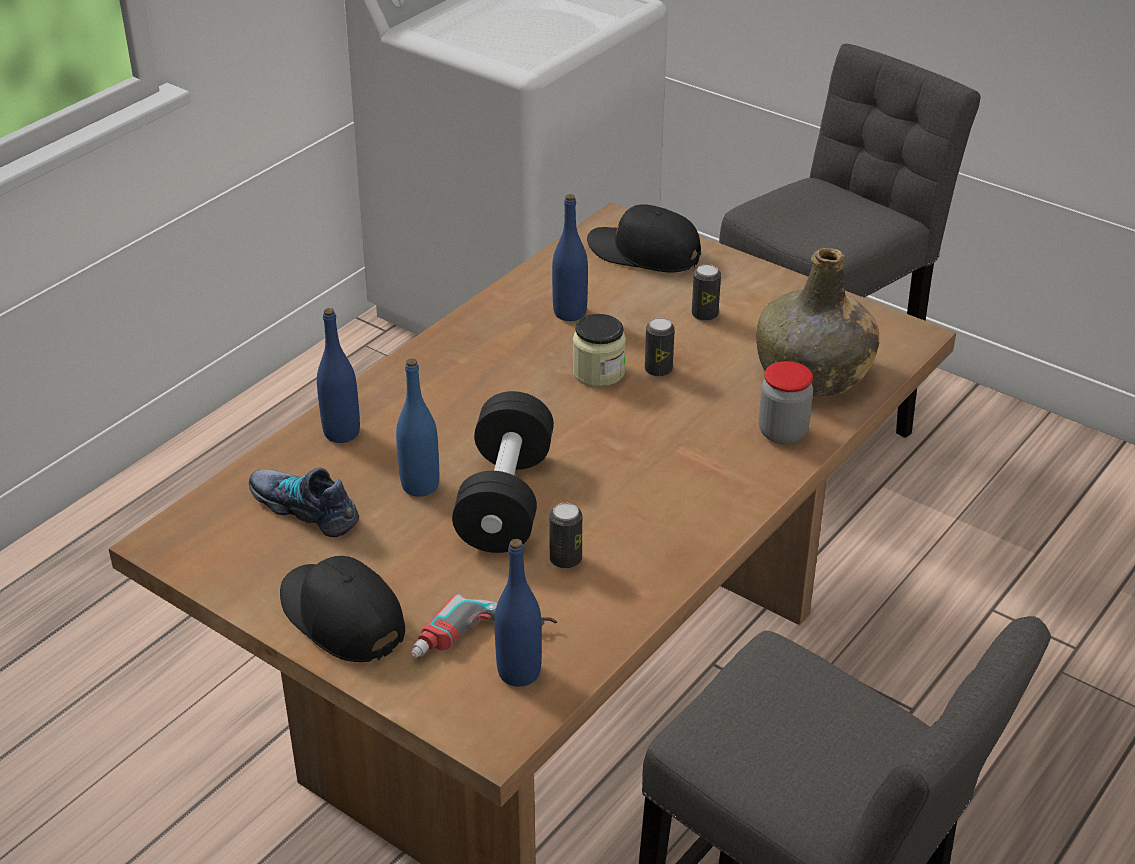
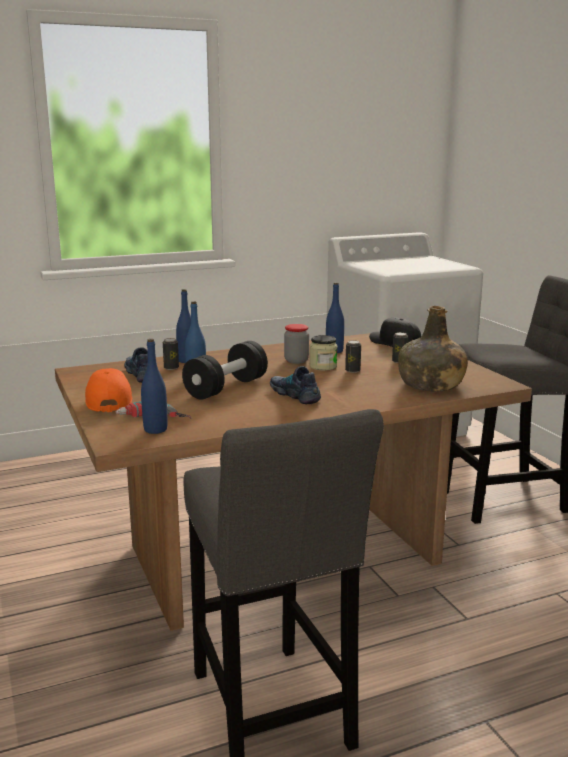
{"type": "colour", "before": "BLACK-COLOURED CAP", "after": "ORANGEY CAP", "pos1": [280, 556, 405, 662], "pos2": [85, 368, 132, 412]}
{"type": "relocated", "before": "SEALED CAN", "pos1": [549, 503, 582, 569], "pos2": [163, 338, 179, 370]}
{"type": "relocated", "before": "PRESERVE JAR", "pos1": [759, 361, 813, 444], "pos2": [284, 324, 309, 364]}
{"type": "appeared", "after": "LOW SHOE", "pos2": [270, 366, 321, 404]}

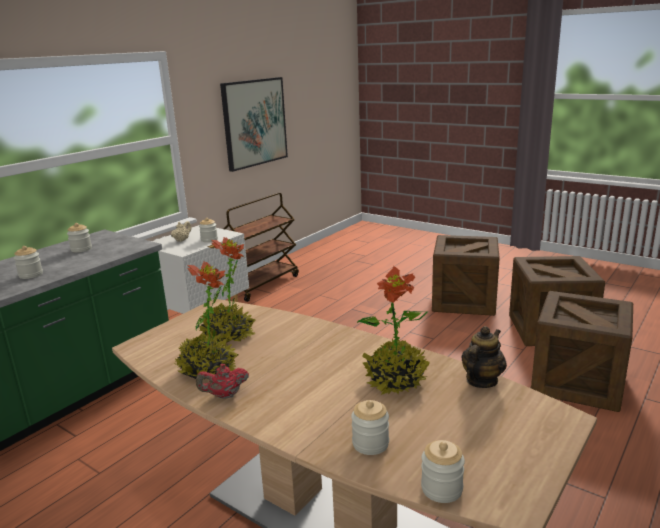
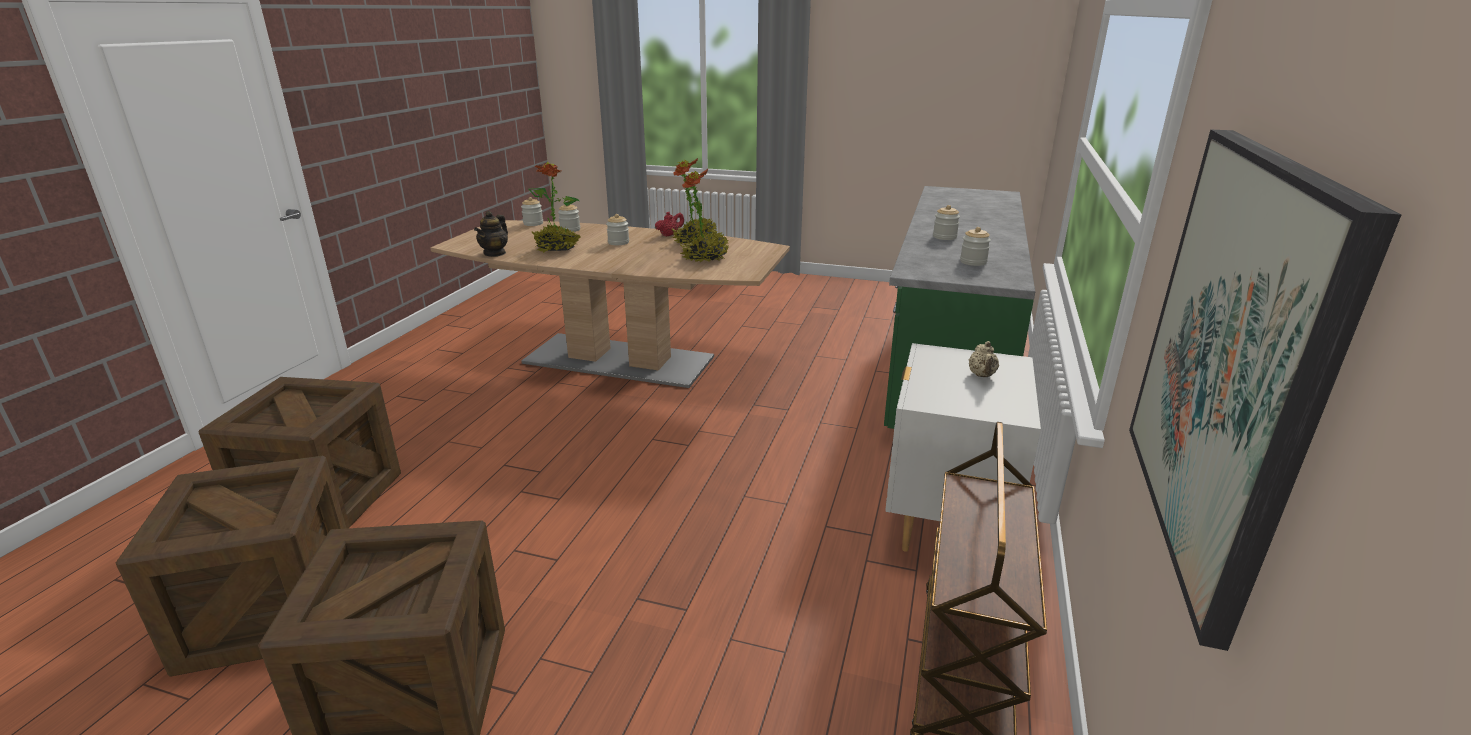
{"type": "relocated", "before": "PRESERVE JAR", "pos1": [199, 218, 218, 242], "pos2": [606, 214, 629, 245]}

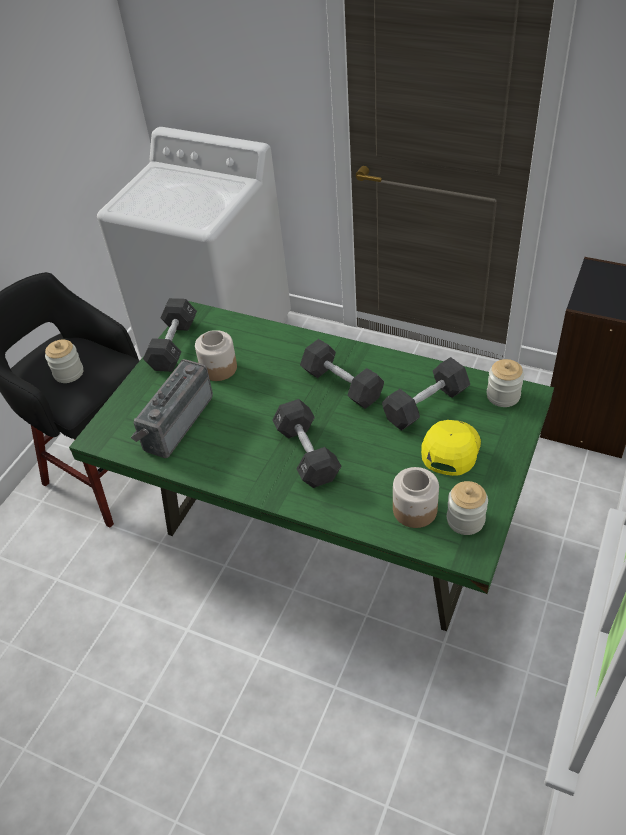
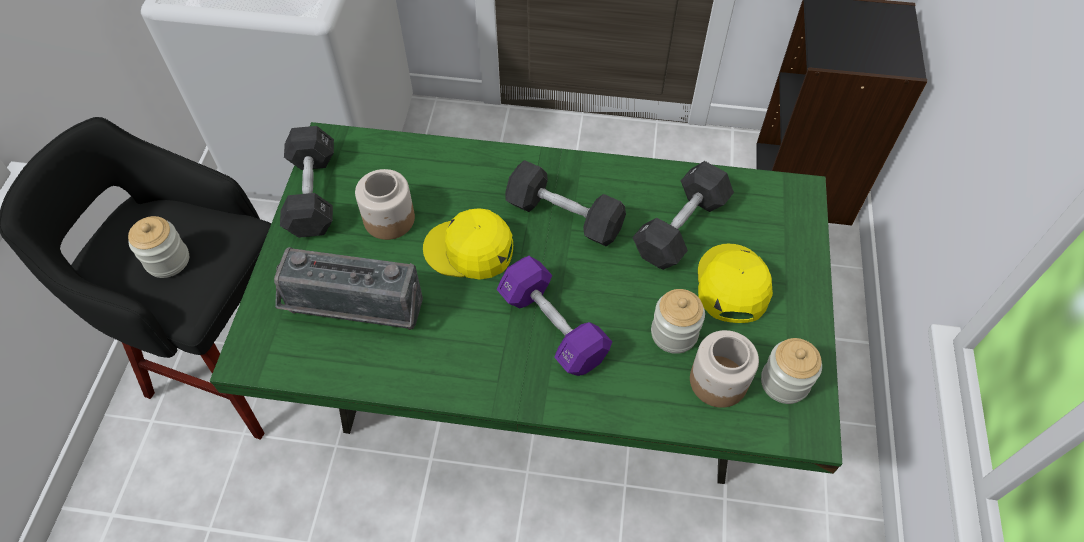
{"type": "spun", "before": "RADIO", "pos1": [131, 359, 213, 458], "pos2": [274, 247, 423, 330], "turn": -90}
{"type": "colour", "before": "BLACK-COLOURED DUMBBELL", "after": "PURPLE DUMBBELL", "pos1": [273, 399, 341, 488], "pos2": [496, 256, 612, 376]}
{"type": "relocated", "before": "PRESERVE JAR", "pos1": [487, 359, 524, 407], "pos2": [651, 289, 705, 354]}
{"type": "appeared", "after": "YELLOWISH CAP", "pos2": [423, 208, 513, 279]}

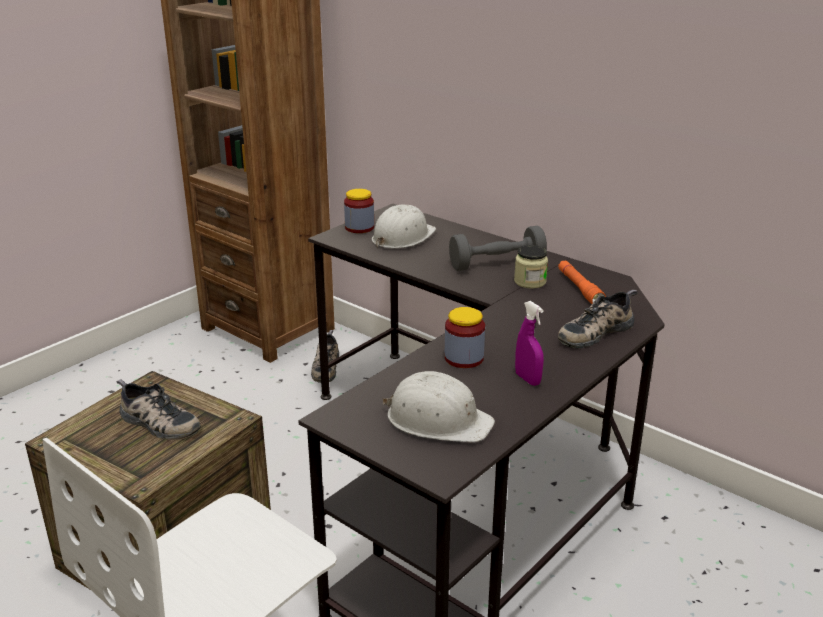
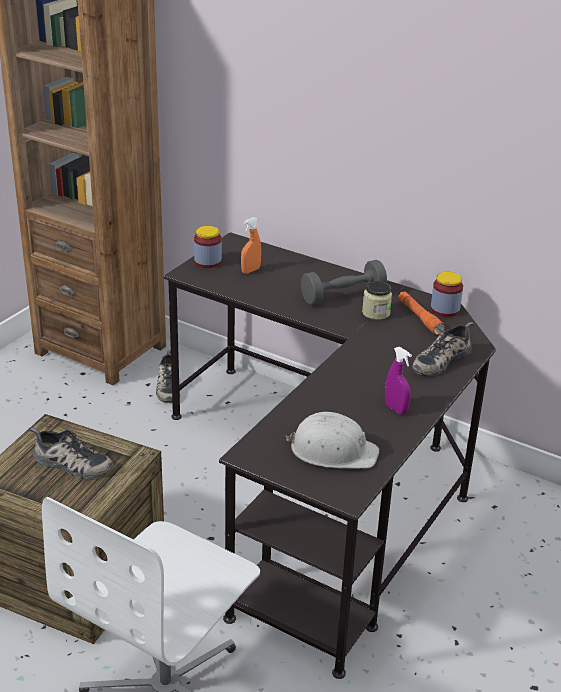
{"type": "exchanged", "before": "WHITISH WORK HELMET", "after": "ORANGEY SPRAYER", "pos1": [372, 204, 436, 249], "pos2": [241, 217, 261, 274]}
{"type": "relocated", "before": "PRESERVE JAR", "pos1": [445, 307, 485, 368], "pos2": [431, 272, 463, 317]}

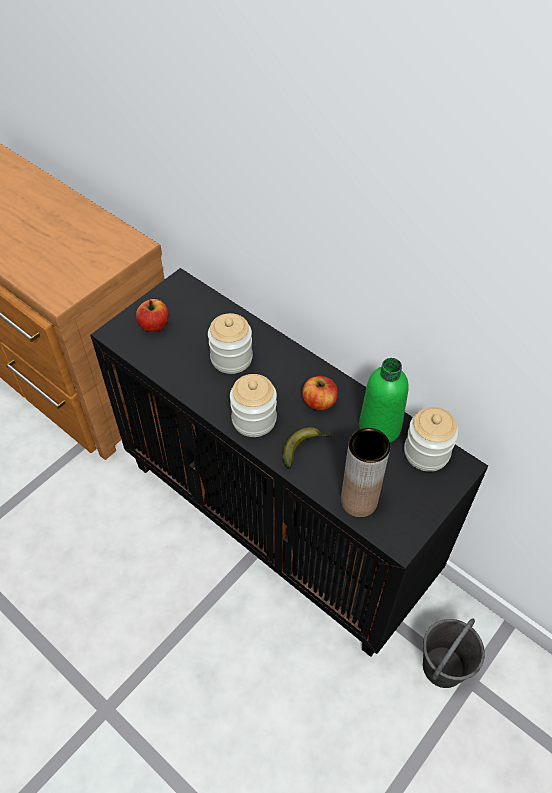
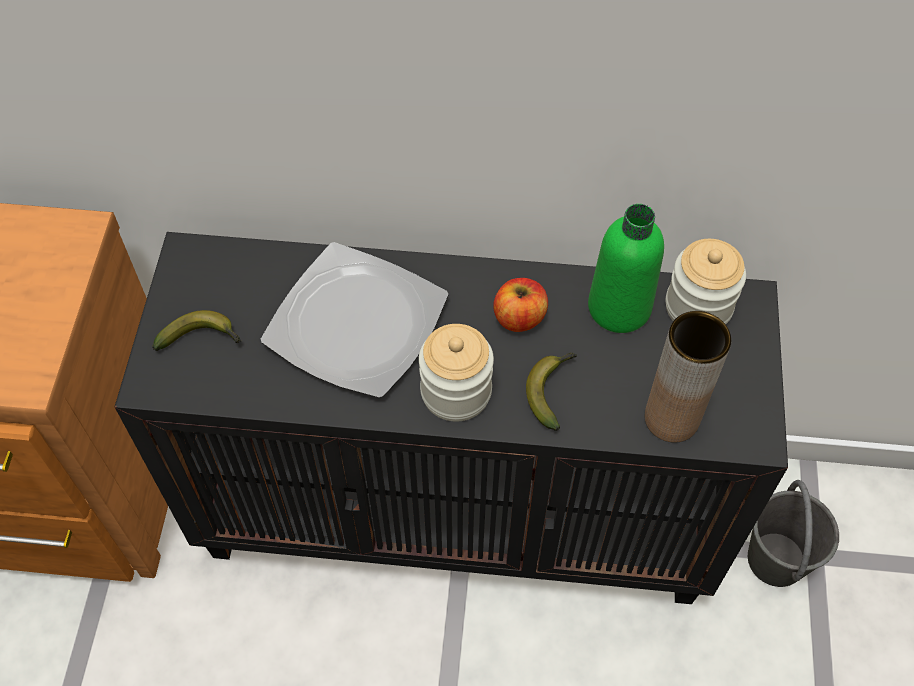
{"type": "exchanged", "before": "WHOLE APPLE", "after": "WHOLE BANANA", "pos1": [136, 299, 169, 332], "pos2": [152, 310, 241, 351]}
{"type": "exchanged", "before": "PRESERVE JAR", "after": "DINNER PLATE", "pos1": [208, 313, 253, 374], "pos2": [261, 242, 449, 398]}

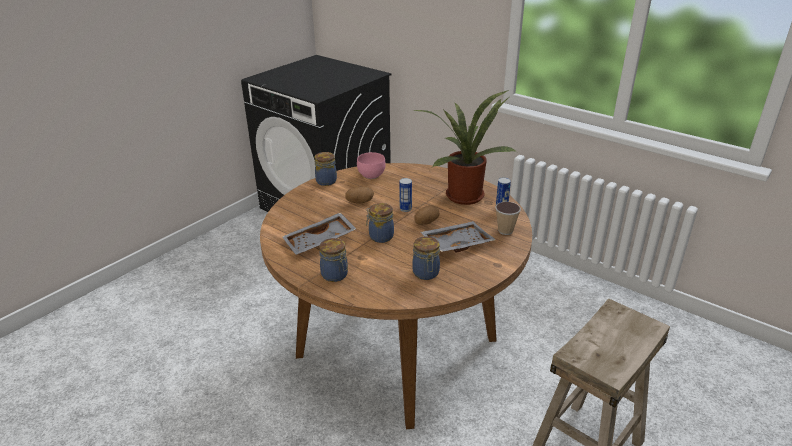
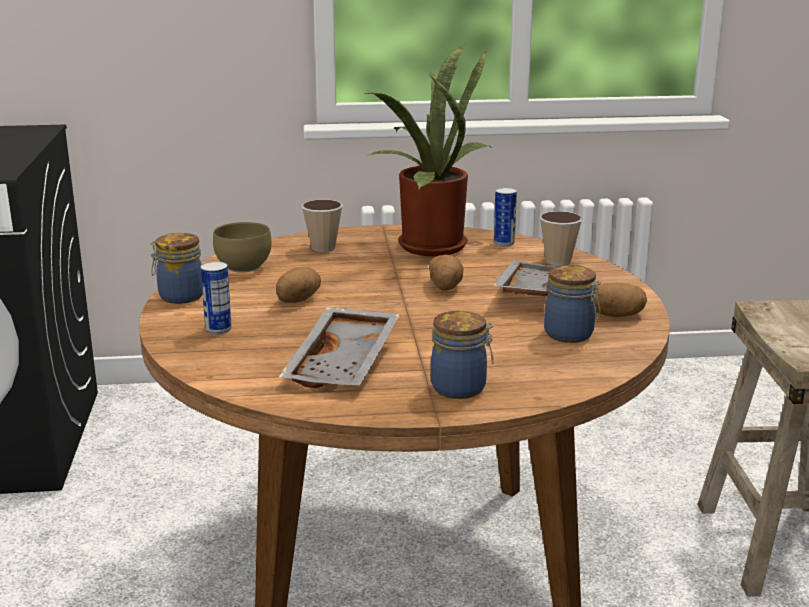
{"type": "colour", "before": "PINKISH DEEP DISH", "after": "BROWN DEEP DISH", "pos1": [357, 152, 386, 179], "pos2": [213, 222, 272, 273]}
{"type": "missing", "before": "PRESERVE JAR", "pos1": [366, 203, 394, 243]}
{"type": "relocated", "before": "SEALED CAN", "pos1": [399, 178, 412, 212], "pos2": [200, 261, 232, 334]}
{"type": "appeared", "after": "CUP", "pos2": [302, 200, 343, 252]}
{"type": "appeared", "after": "WHOLE POTATO", "pos2": [594, 283, 647, 317]}

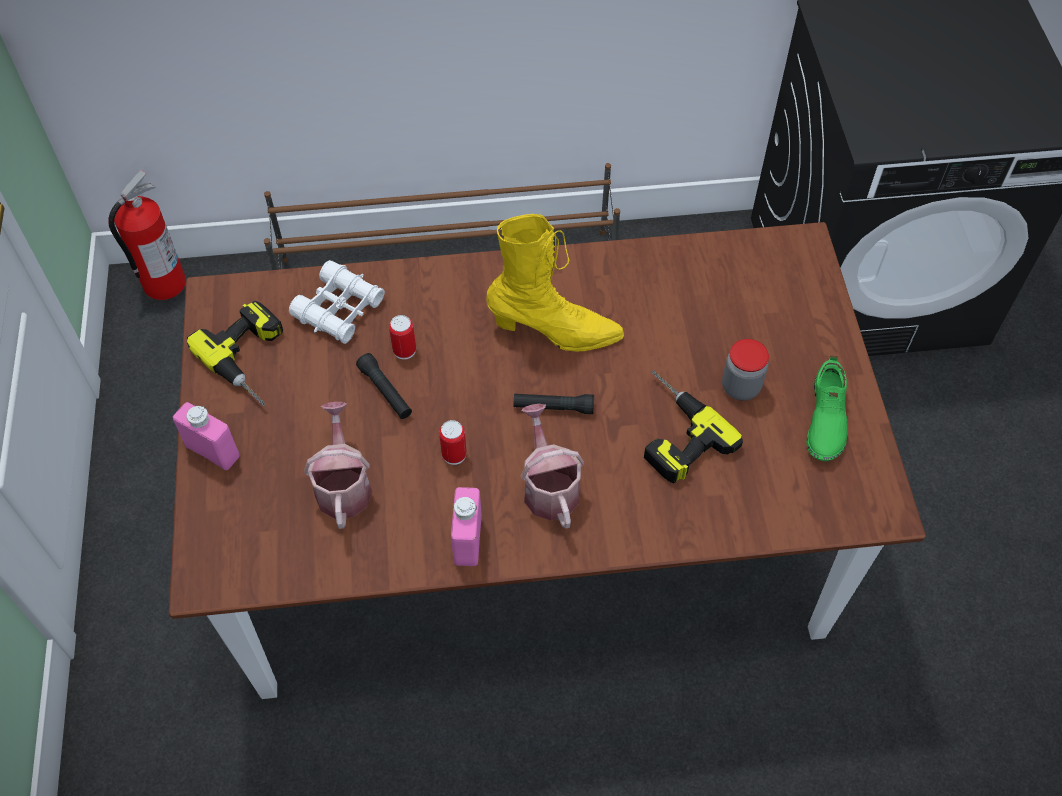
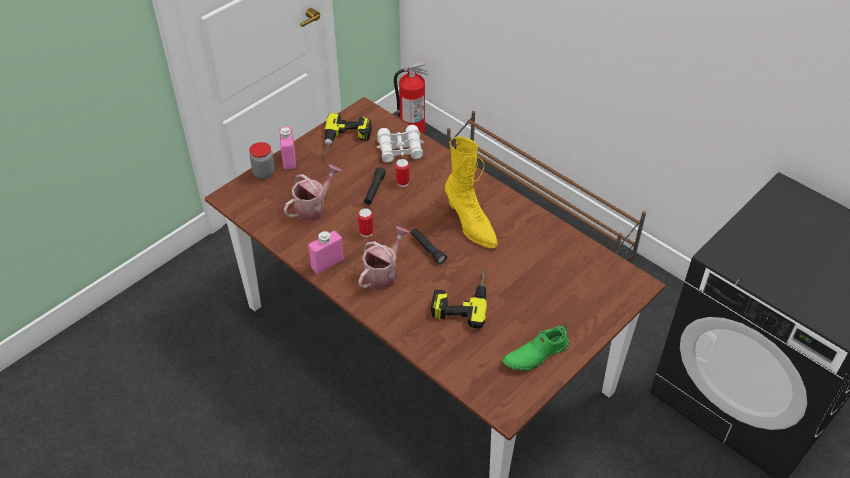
{"type": "relocated", "before": "PRESERVE JAR", "pos1": [722, 339, 769, 401], "pos2": [249, 142, 275, 179]}

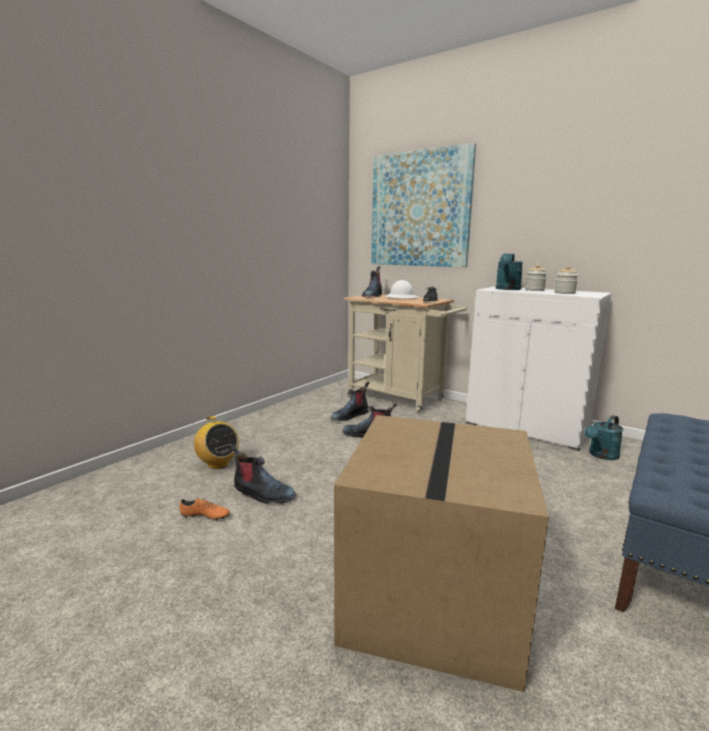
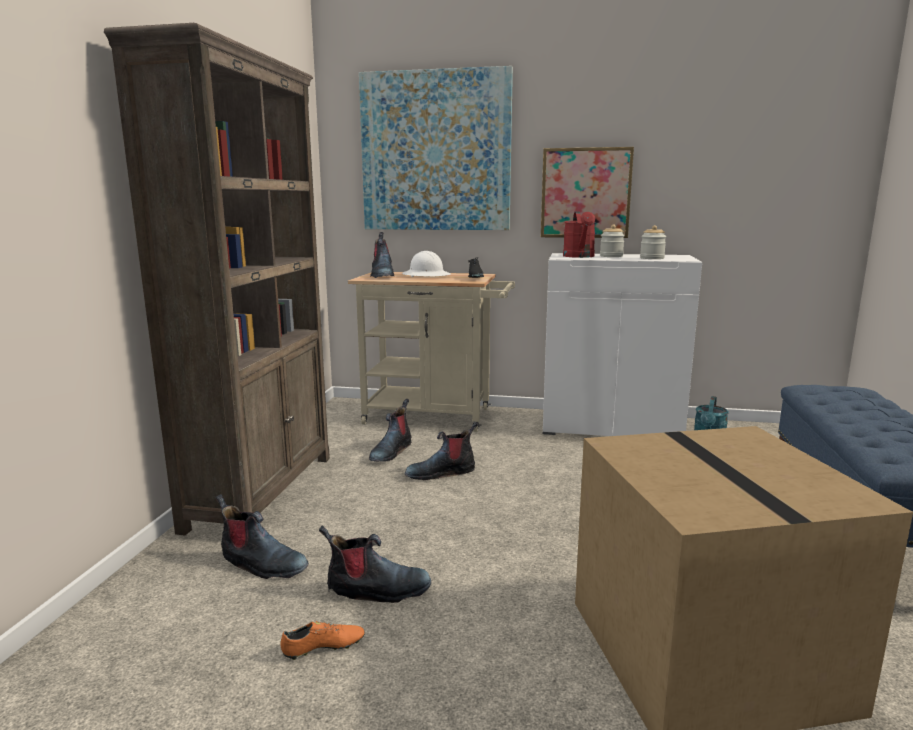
{"type": "exchanged", "before": "RADIO", "after": "BOOT", "pos1": [194, 416, 239, 469], "pos2": [215, 494, 309, 579]}
{"type": "colour", "before": "TURQUOISE WATERING CAN", "after": "REDDISH WATERING CAN", "pos1": [496, 253, 523, 290], "pos2": [563, 212, 596, 258]}
{"type": "appeared", "after": "BROWN BOOKSHELF", "pos2": [104, 23, 330, 535]}
{"type": "appeared", "after": "WALL PICTURE", "pos2": [541, 147, 634, 238]}

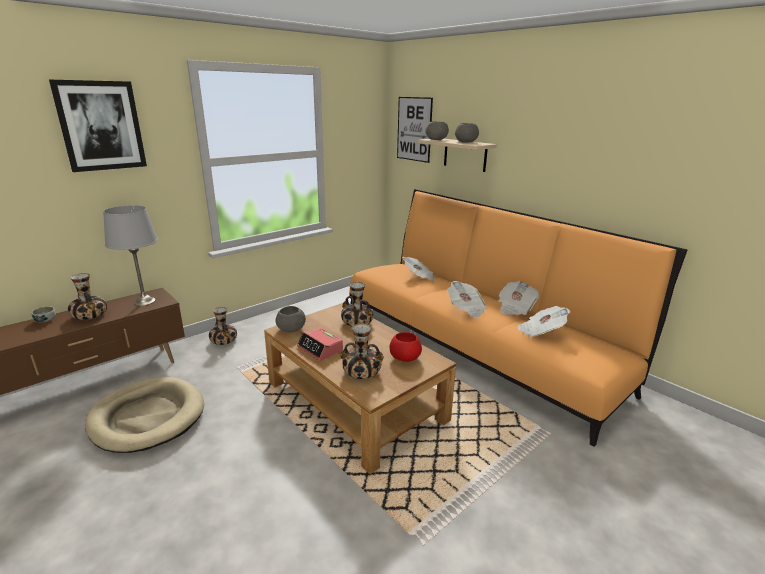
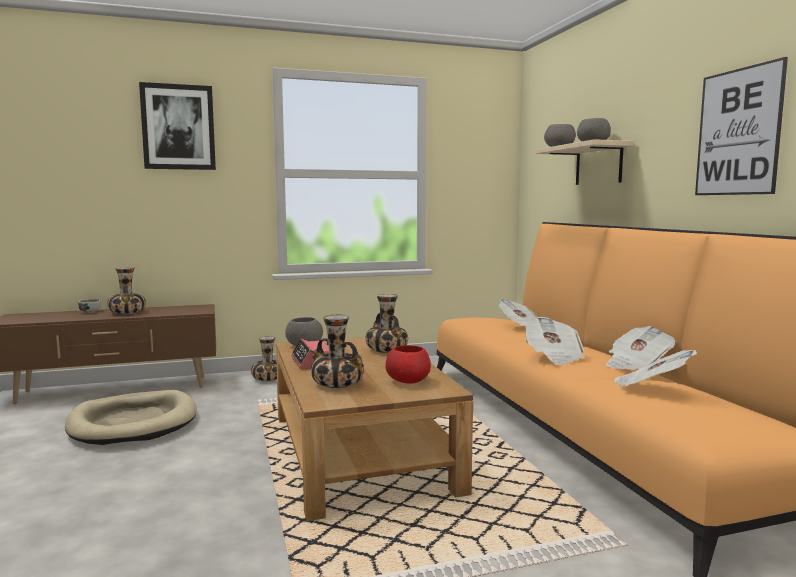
{"type": "missing", "before": "GREYISH LAMP FOR A TABLE", "pos1": [103, 205, 158, 306]}
{"type": "relocated", "before": "WALL PICTURE", "pos1": [397, 97, 433, 163], "pos2": [695, 57, 788, 195]}

